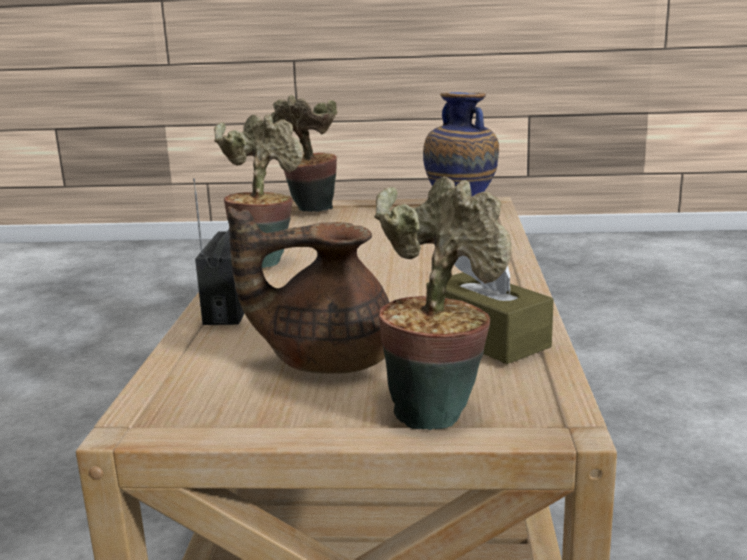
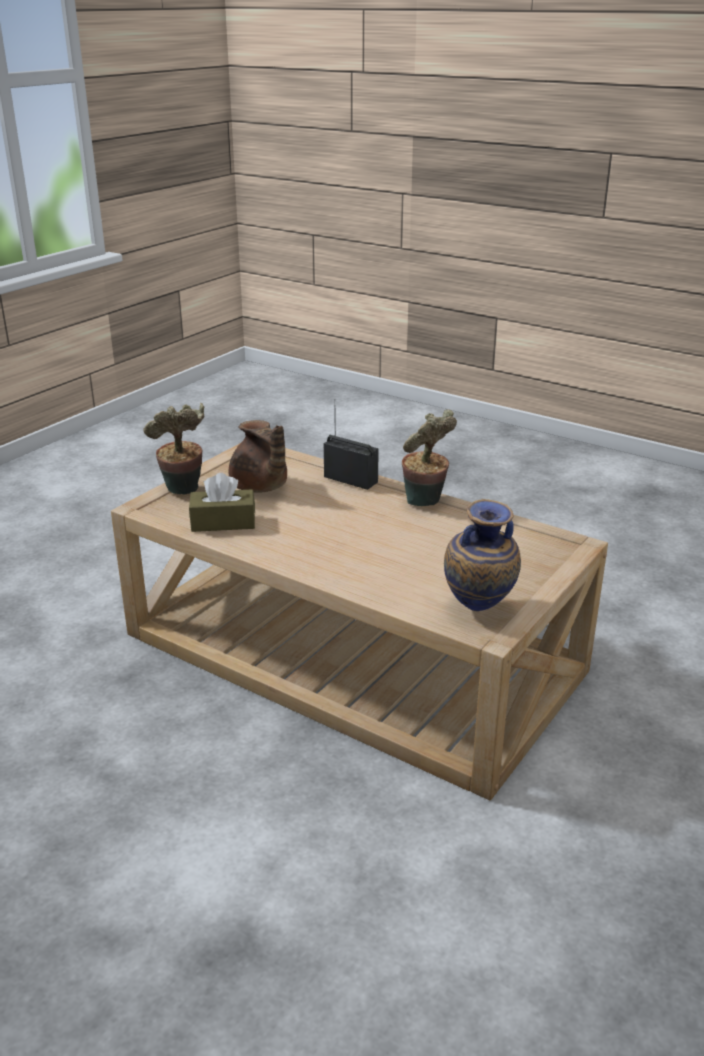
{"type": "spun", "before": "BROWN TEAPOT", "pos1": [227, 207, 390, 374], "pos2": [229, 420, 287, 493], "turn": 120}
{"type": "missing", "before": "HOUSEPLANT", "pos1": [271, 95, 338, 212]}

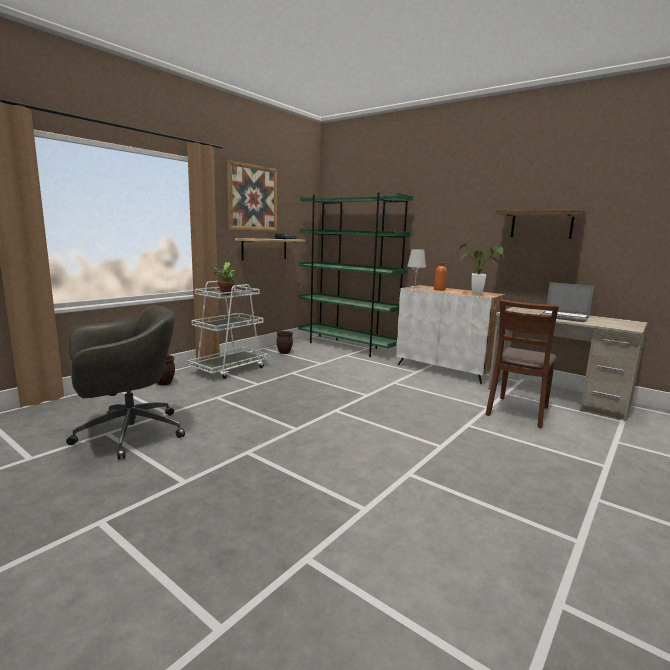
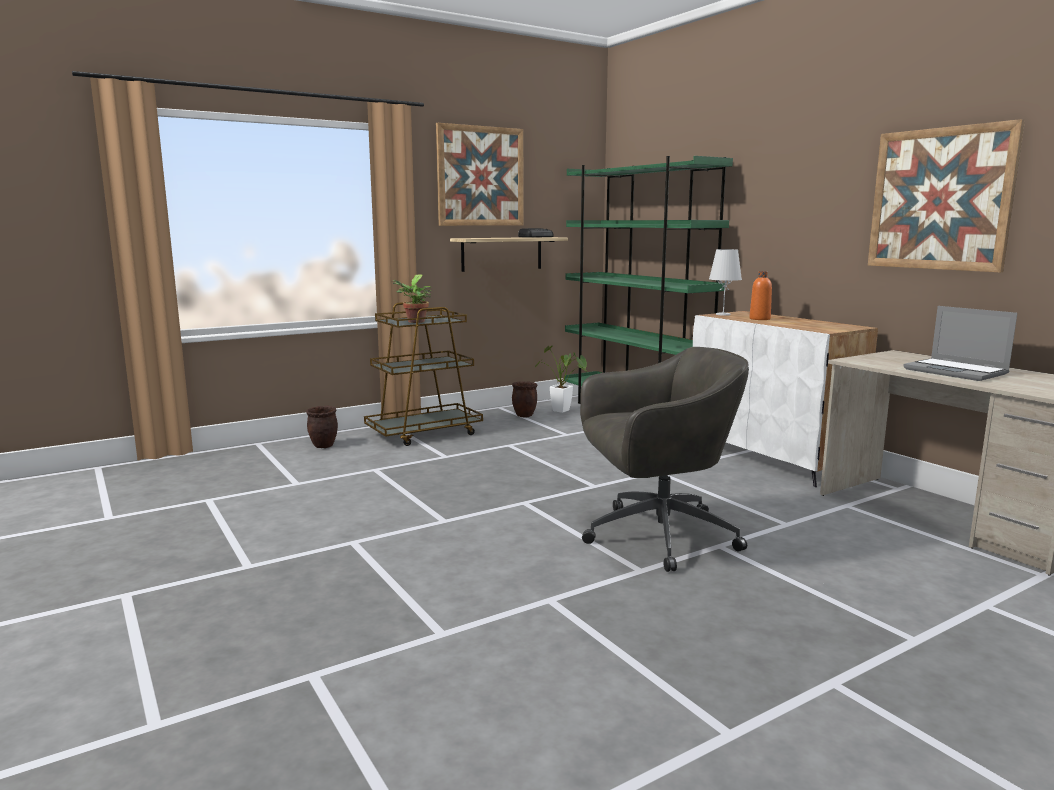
{"type": "relocated", "before": "GREYISH COMPUTER CHAIR", "pos1": [66, 306, 185, 459], "pos2": [580, 347, 749, 572]}
{"type": "colour", "before": "WHITISH WHEELED CART", "after": "BROWN WHEELED CART", "pos1": [188, 281, 268, 379], "pos2": [364, 302, 483, 446]}
{"type": "relocated", "before": "HOUSEPLANT", "pos1": [459, 243, 505, 295], "pos2": [535, 346, 588, 413]}
{"type": "missing", "before": "BROWN PLAIN CHAIR", "pos1": [485, 299, 559, 428]}
{"type": "exchanged", "before": "BRACKET SHELF", "after": "WALL PICTURE", "pos1": [495, 210, 587, 239], "pos2": [868, 119, 1025, 272]}

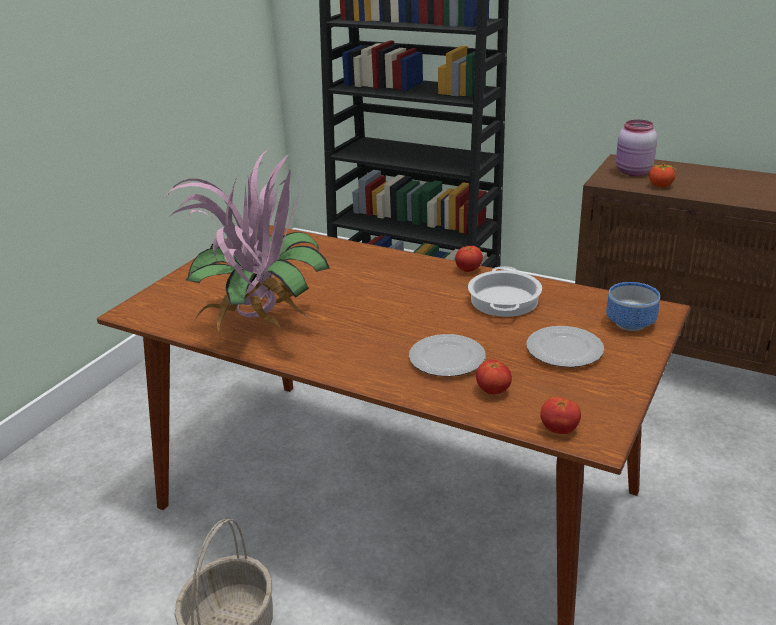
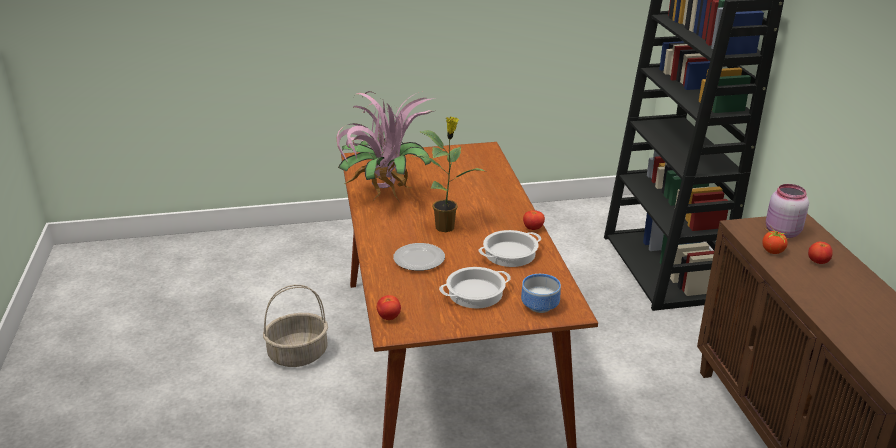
{"type": "relocated", "before": "WHOLE TOMATO", "pos1": [476, 359, 512, 394], "pos2": [808, 242, 833, 264]}
{"type": "exchanged", "before": "DINNER PLATE", "after": "COOKING POT", "pos1": [526, 326, 604, 367], "pos2": [439, 267, 511, 308]}
{"type": "appeared", "after": "HOUSEPLANT", "pos2": [413, 117, 484, 232]}

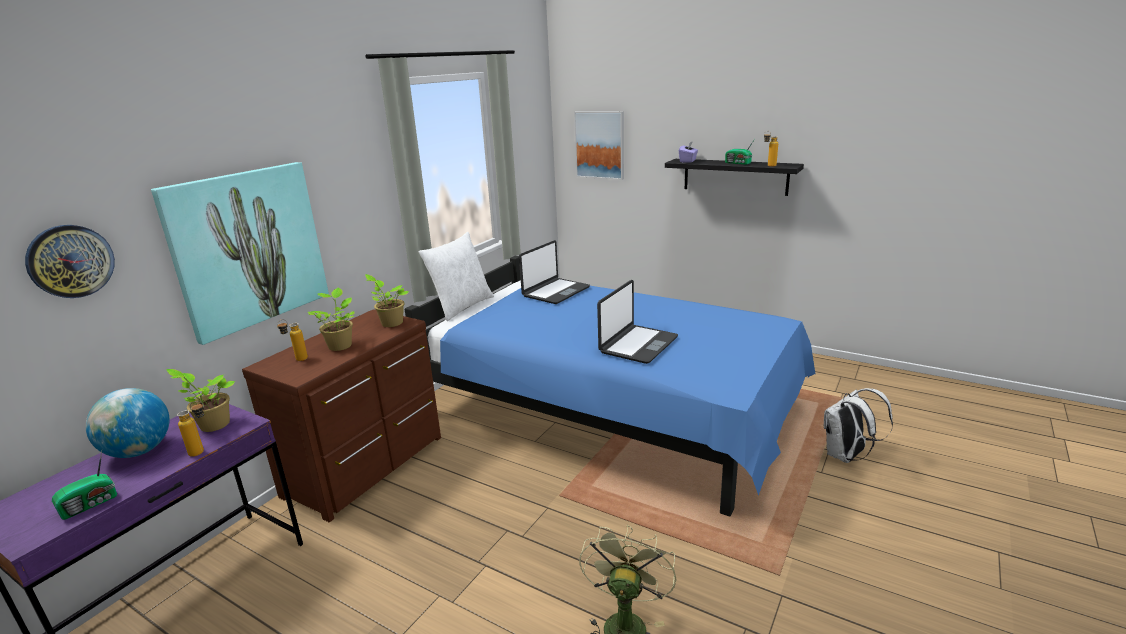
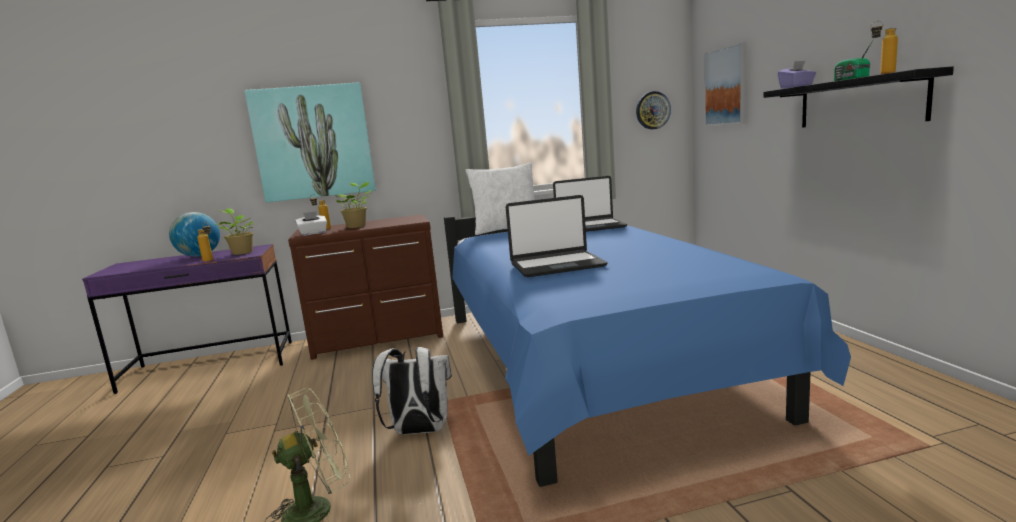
{"type": "relocated", "before": "WALL CLOCK", "pos1": [25, 225, 115, 298], "pos2": [636, 91, 671, 129]}
{"type": "missing", "before": "RADIO", "pos1": [52, 451, 117, 520]}
{"type": "missing", "before": "HOUSEPLANT", "pos1": [365, 274, 409, 327]}
{"type": "relocated", "before": "WHITISH KNAPSACK", "pos1": [824, 388, 893, 463], "pos2": [372, 347, 452, 435]}
{"type": "appeared", "after": "WHITISH TISSUE HOLDER", "pos2": [295, 211, 327, 236]}

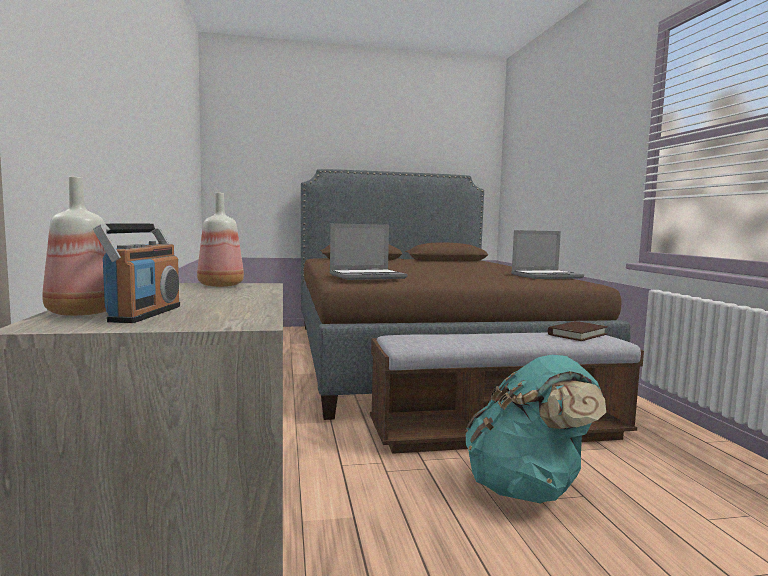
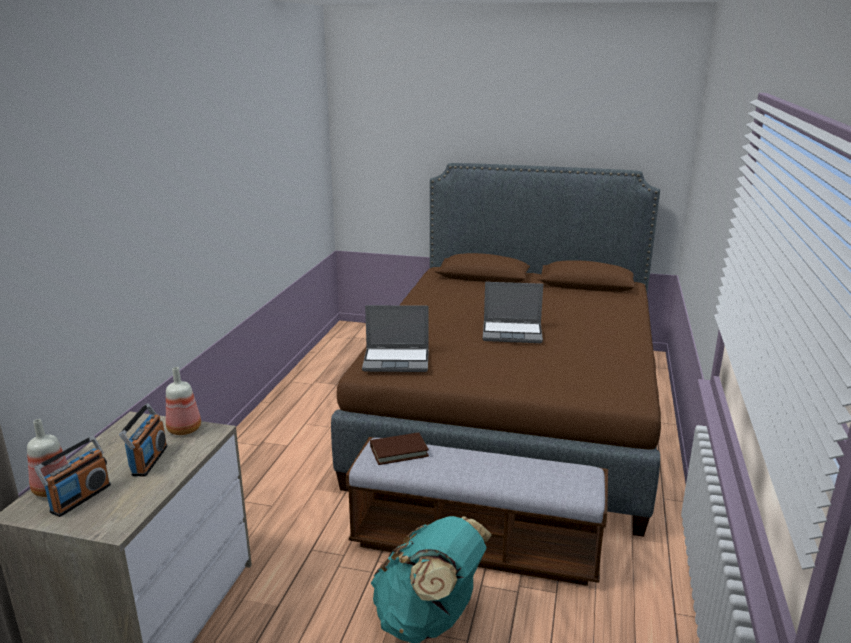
{"type": "relocated", "before": "PORTABLE COMPUTER", "pos1": [511, 230, 584, 279], "pos2": [483, 282, 543, 343]}
{"type": "relocated", "before": "BROWN BOUND BOOK", "pos1": [548, 321, 608, 341], "pos2": [370, 432, 429, 465]}
{"type": "appeared", "after": "RADIO", "pos2": [119, 403, 167, 476]}

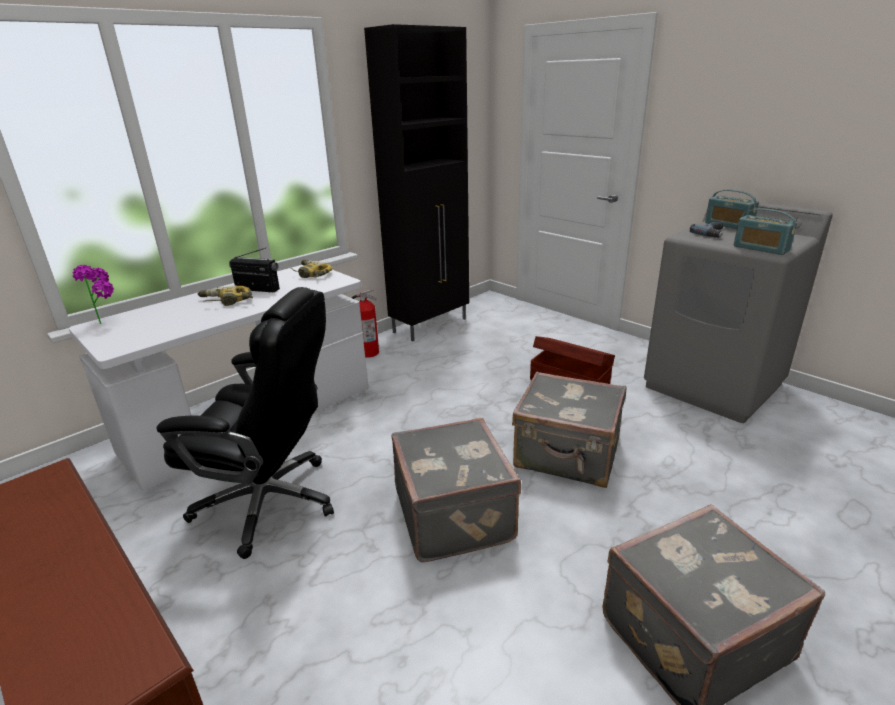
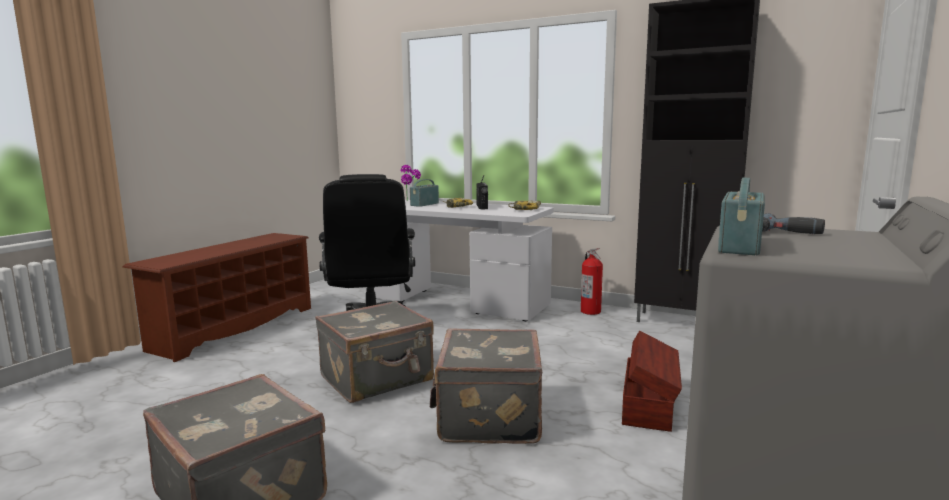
{"type": "relocated", "before": "RADIO", "pos1": [705, 190, 759, 229], "pos2": [410, 179, 439, 207]}

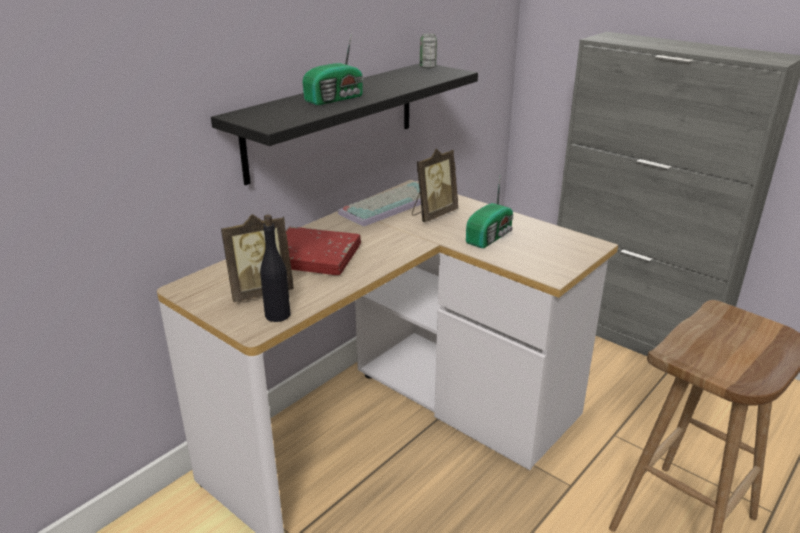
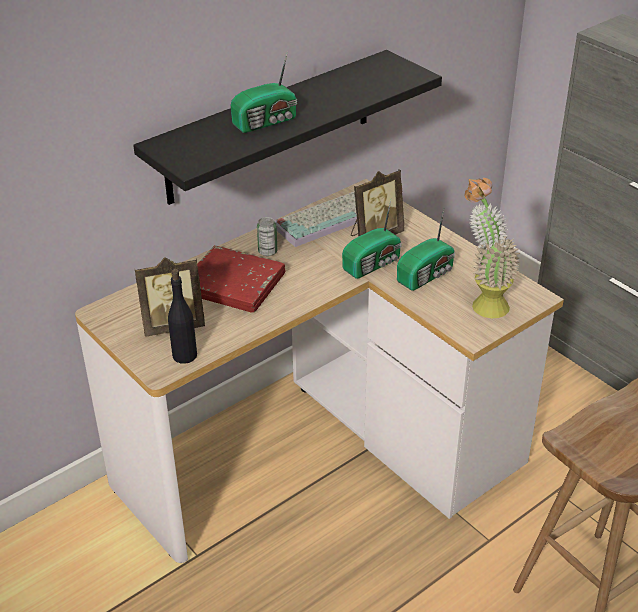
{"type": "relocated", "before": "SEALED CAN", "pos1": [420, 34, 437, 69], "pos2": [257, 217, 278, 256]}
{"type": "appeared", "after": "RADIO", "pos2": [342, 200, 402, 279]}
{"type": "appeared", "after": "HOUSEPLANT", "pos2": [465, 178, 520, 319]}

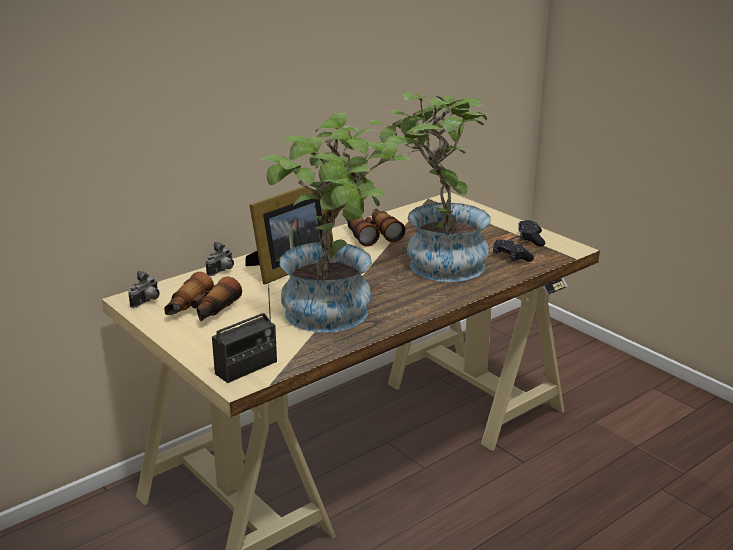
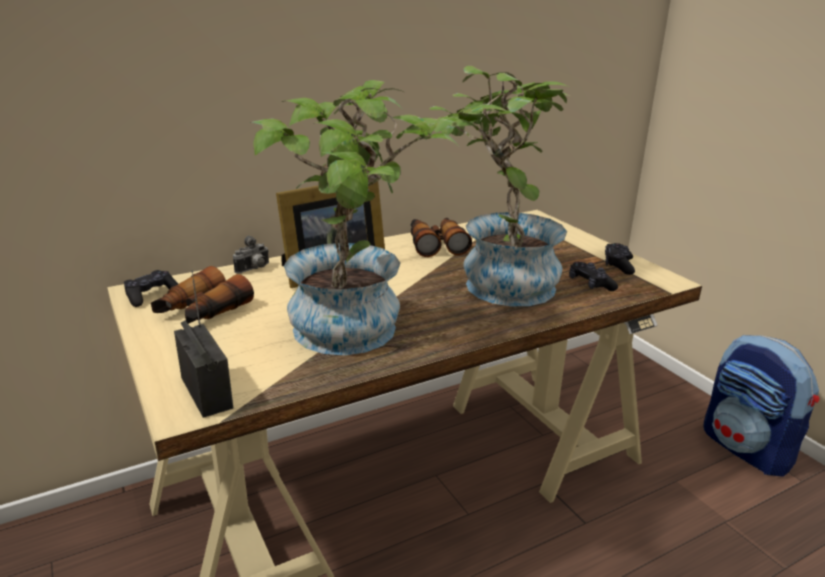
{"type": "exchanged", "before": "STILL CAMERA", "after": "BLACK-COLOURED GAMEPAD", "pos1": [128, 271, 160, 308], "pos2": [124, 270, 178, 307]}
{"type": "spun", "before": "RADIO", "pos1": [212, 281, 277, 383], "pos2": [174, 270, 233, 418], "turn": -90}
{"type": "appeared", "after": "KNAPSACK", "pos2": [703, 335, 820, 477]}

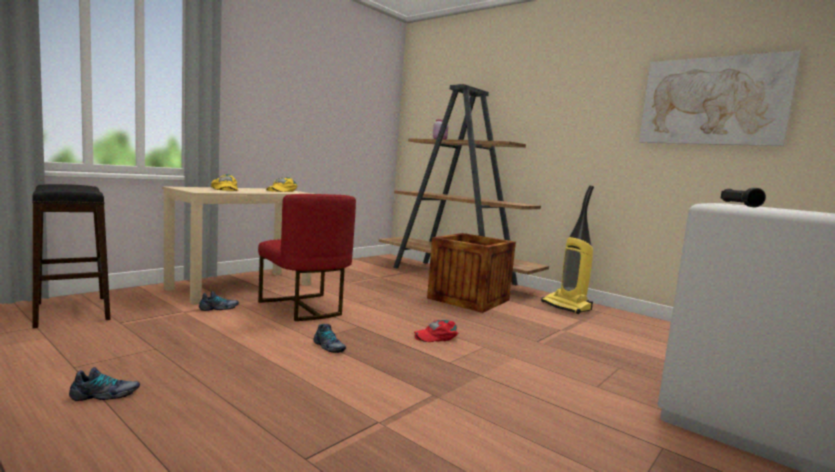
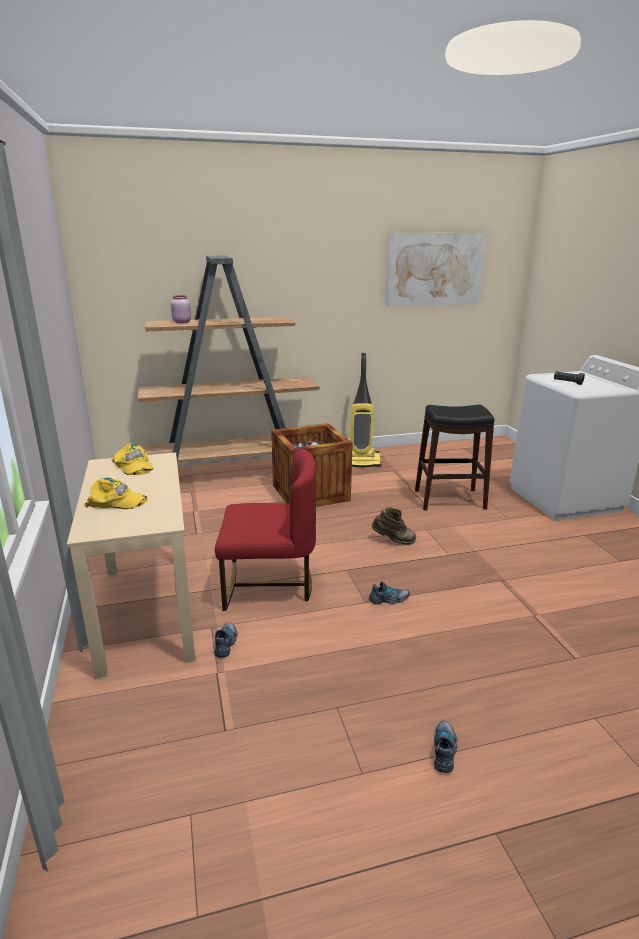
{"type": "relocated", "before": "BLACK-COLOURED STOOL", "pos1": [32, 184, 110, 328], "pos2": [415, 405, 494, 510]}
{"type": "exchanged", "before": "REDDISH CAP", "after": "BROWN BOOT", "pos1": [414, 320, 458, 342], "pos2": [372, 507, 416, 544]}

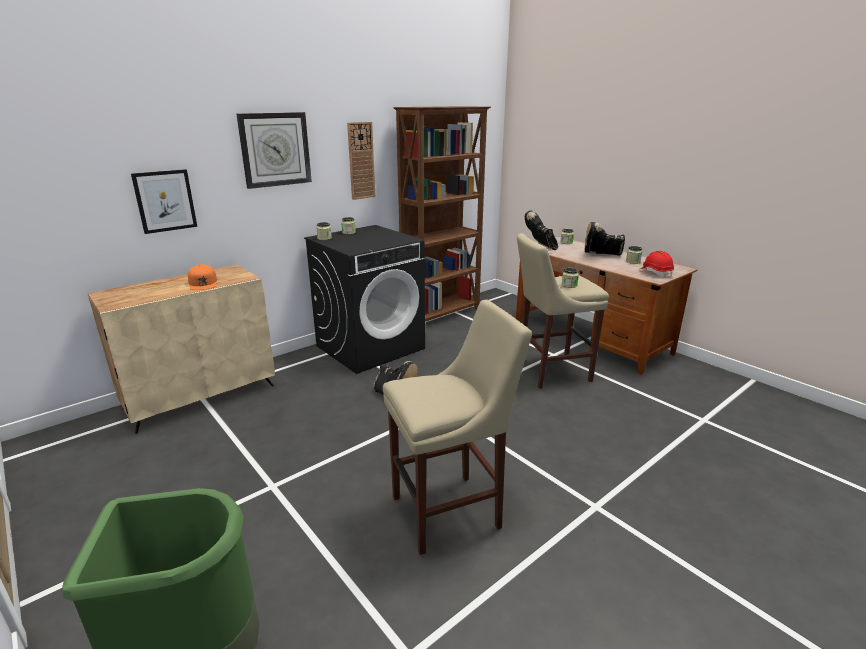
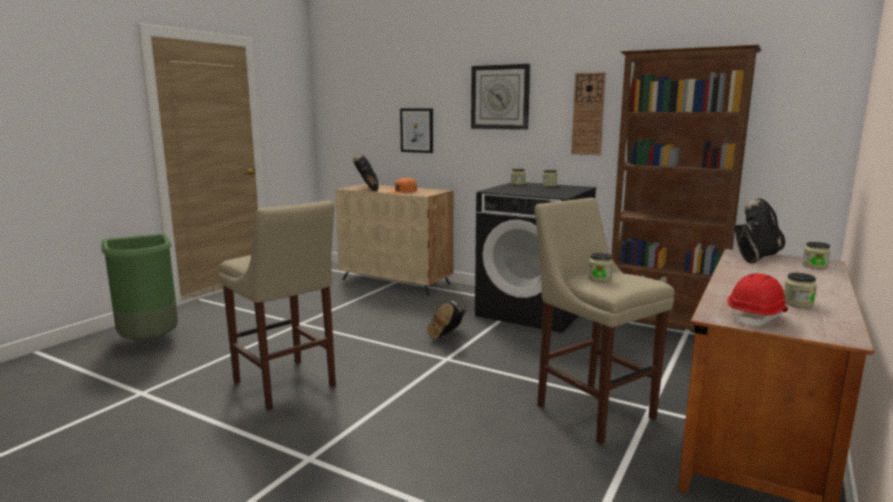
{"type": "relocated", "before": "BLACK-COLOURED BOOT", "pos1": [585, 222, 625, 256], "pos2": [353, 154, 379, 191]}

